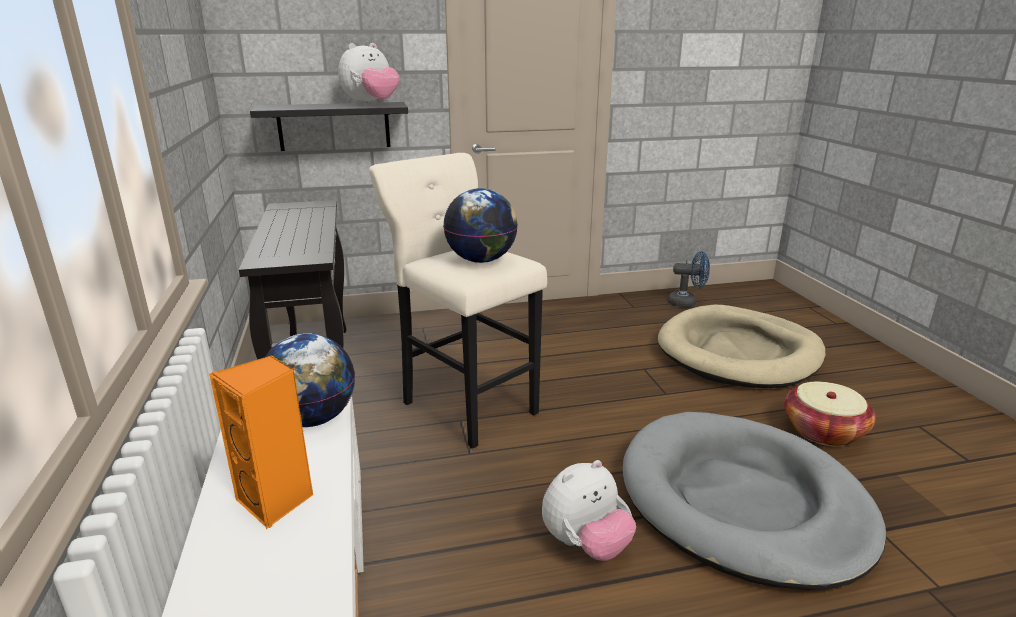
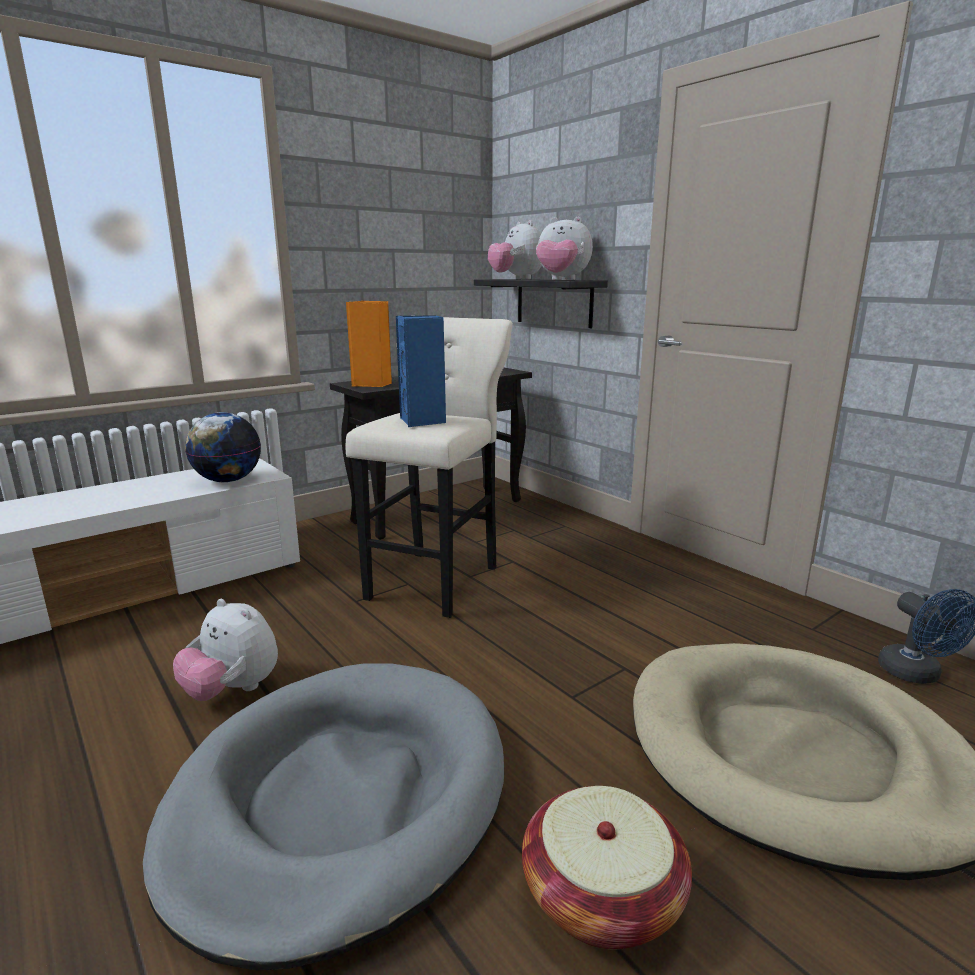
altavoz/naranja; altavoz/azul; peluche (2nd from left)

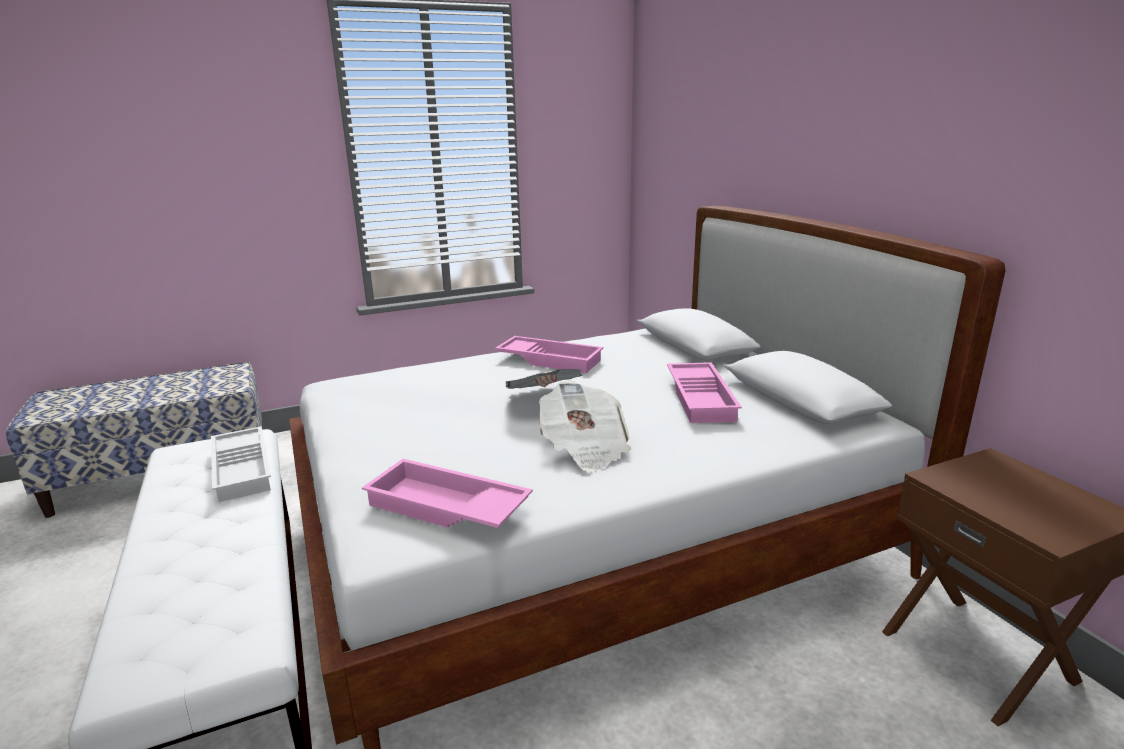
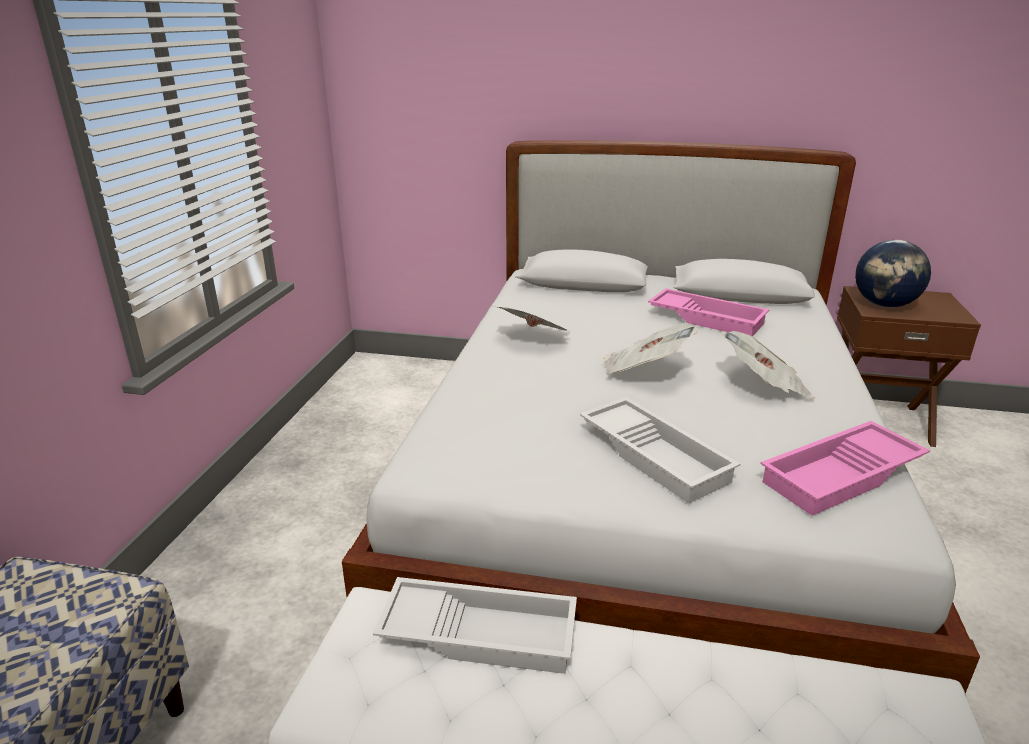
periódico (1st from left); bandeja/blanco (2nd from left); globo terráqueo

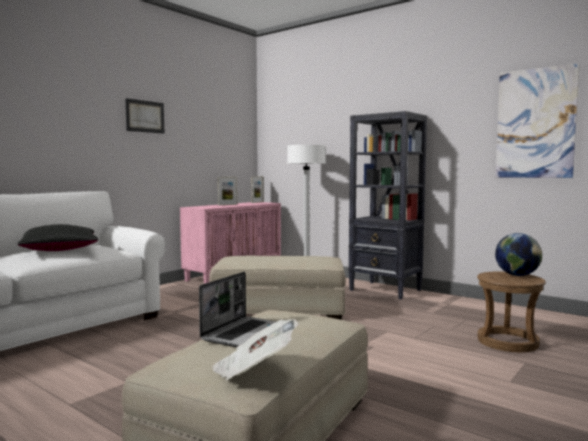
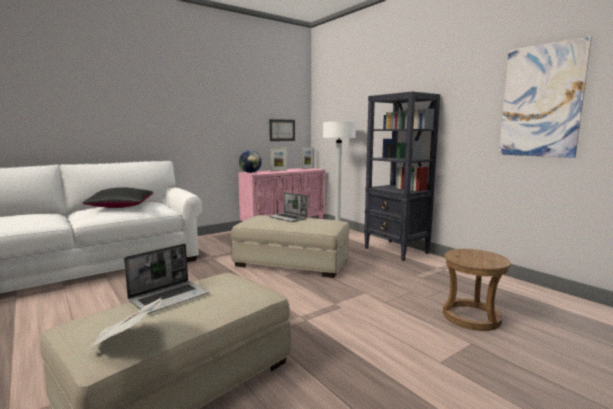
globo terráqueo; cuadro (1st from left); portátil (2nd from left)

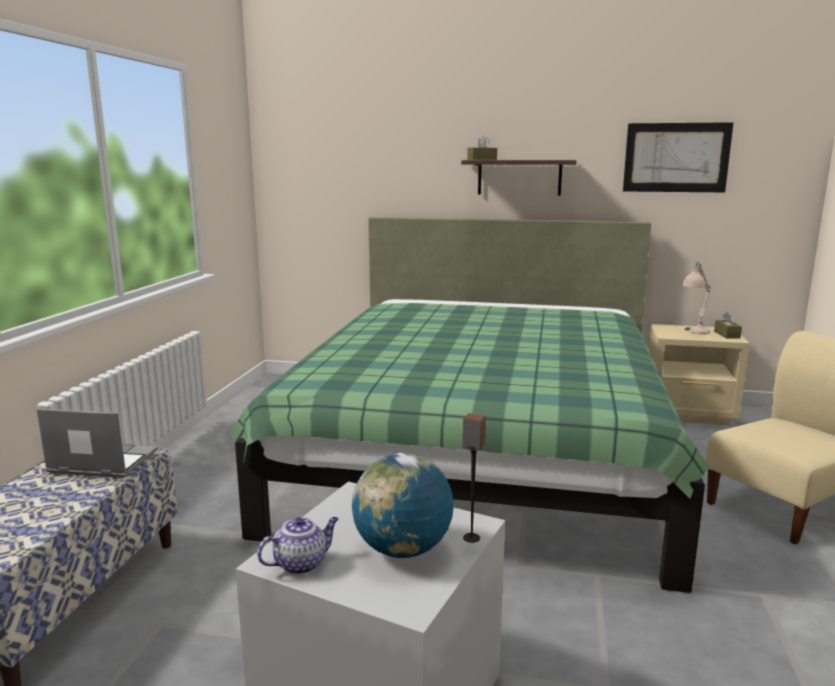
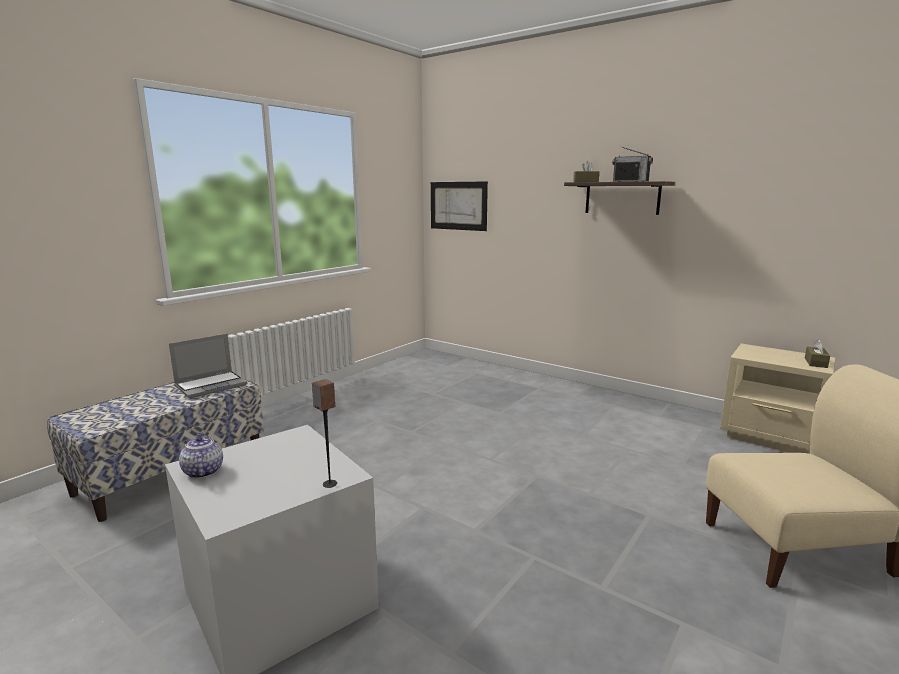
portátil; tetera; cuadro; radio; cama/verde; globo terráqueo; lámpara de mesa/beis

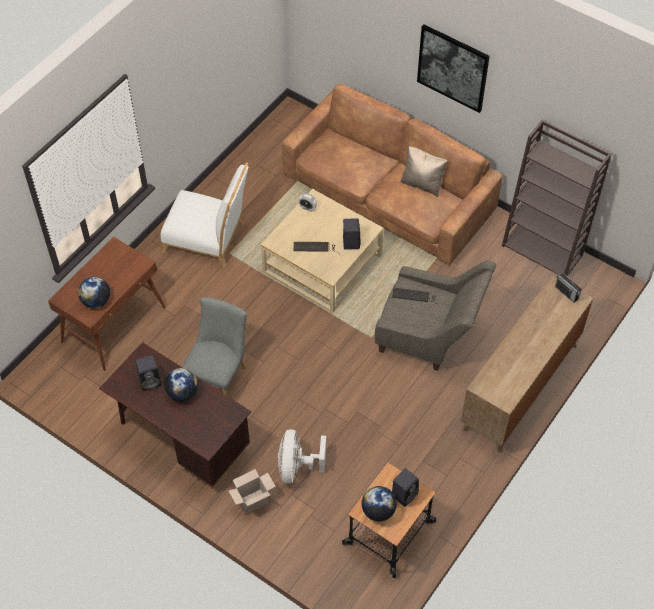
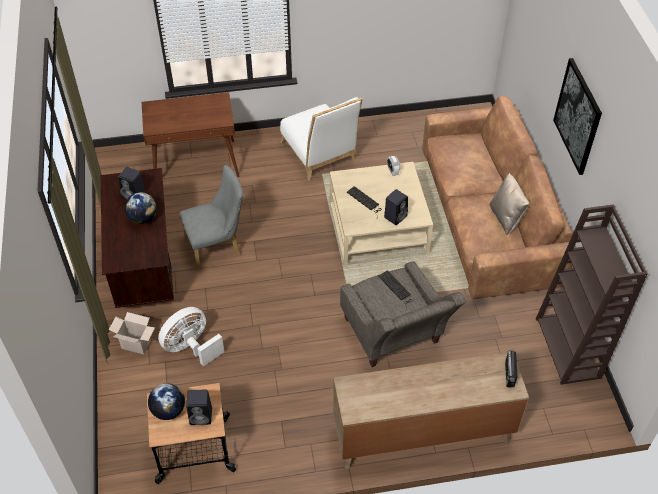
globo terráqueo (1st from left in the first image)

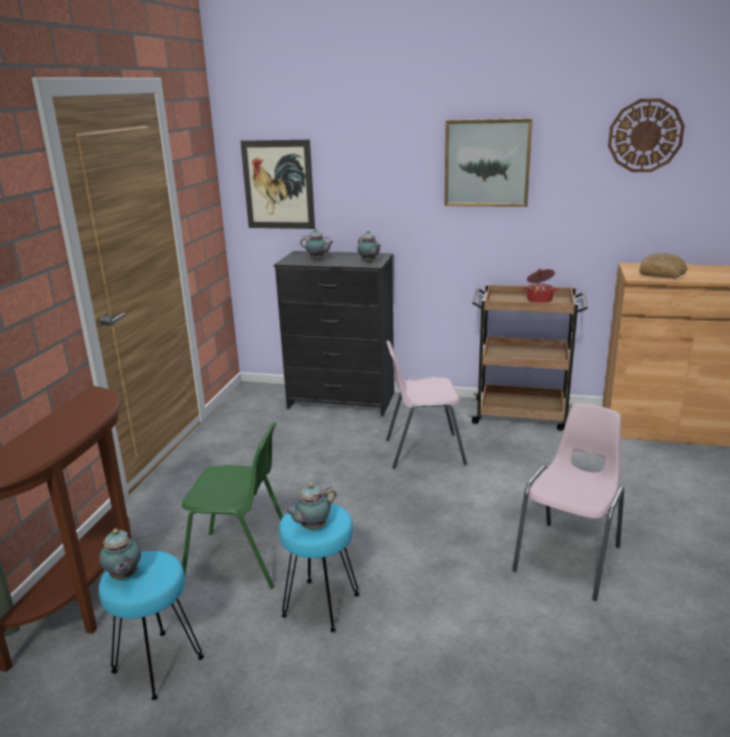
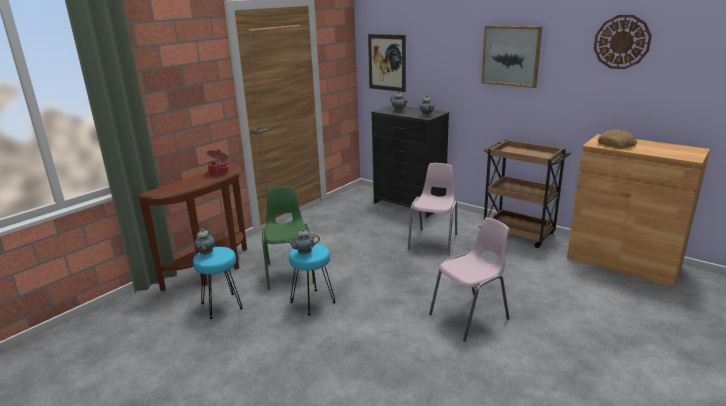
olla; silla/verde; silla/rosa (1st from left)

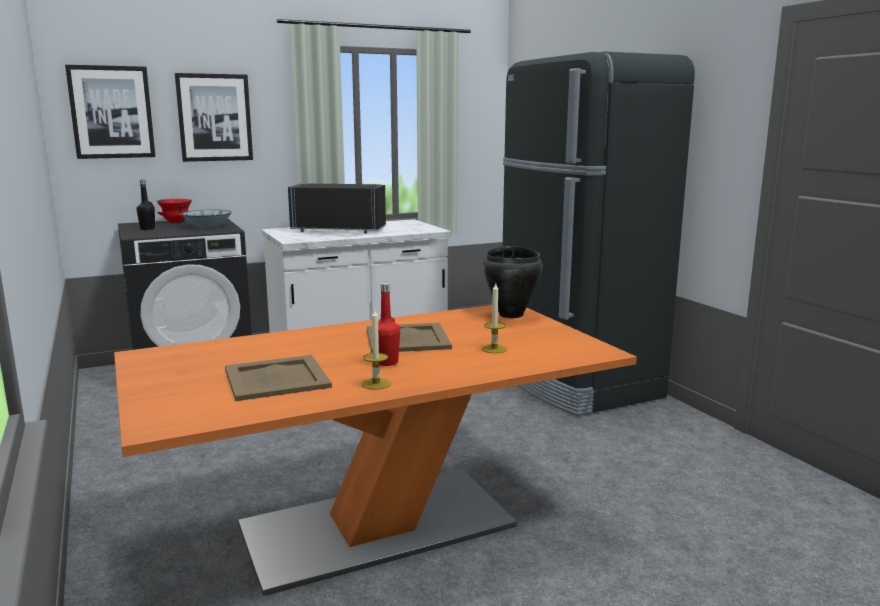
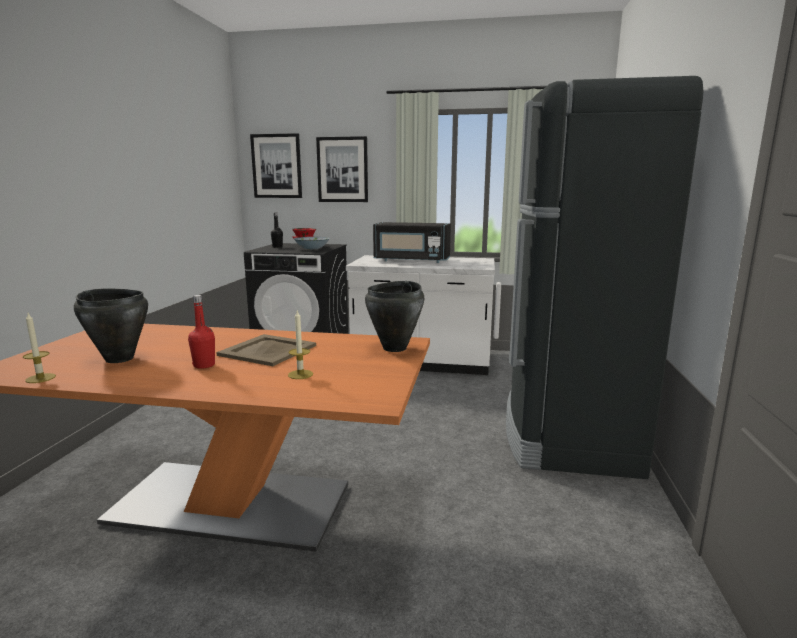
vela (1st from left); olla/negro (1st from left); microondas/negro

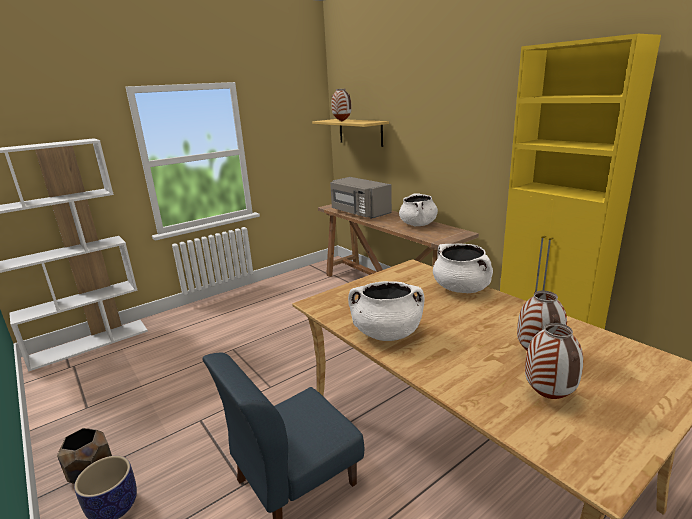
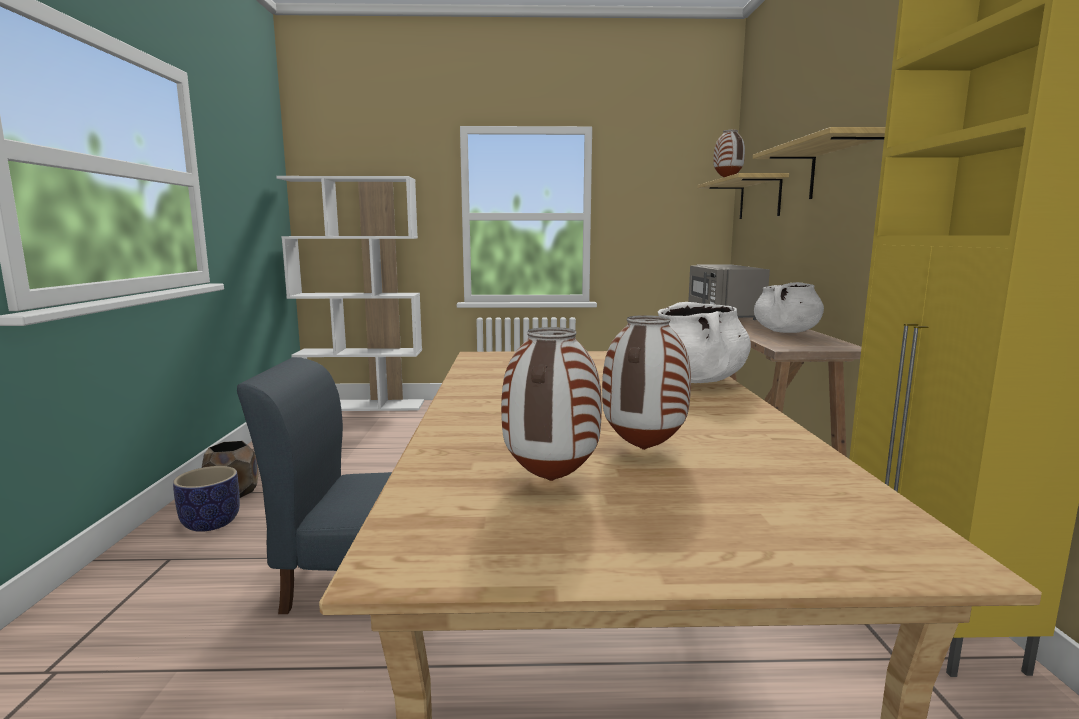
estante (2nd from left); olla/blanco (1st from left in the first image)

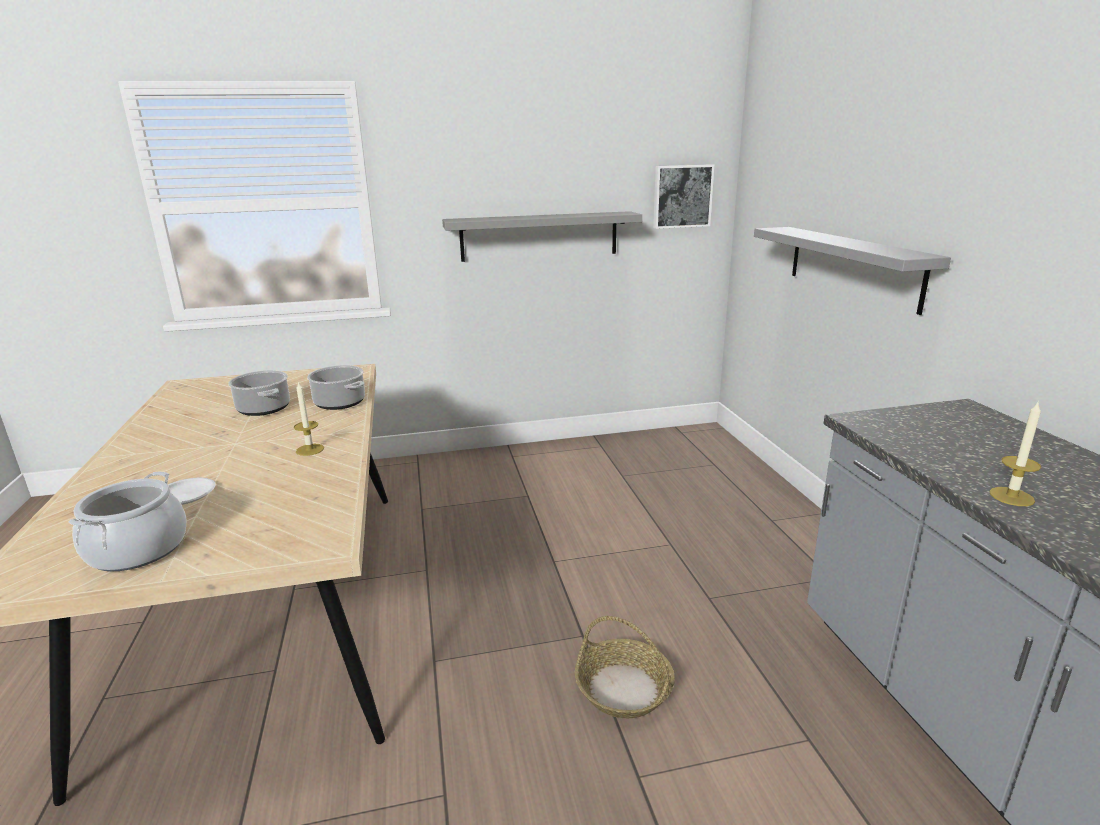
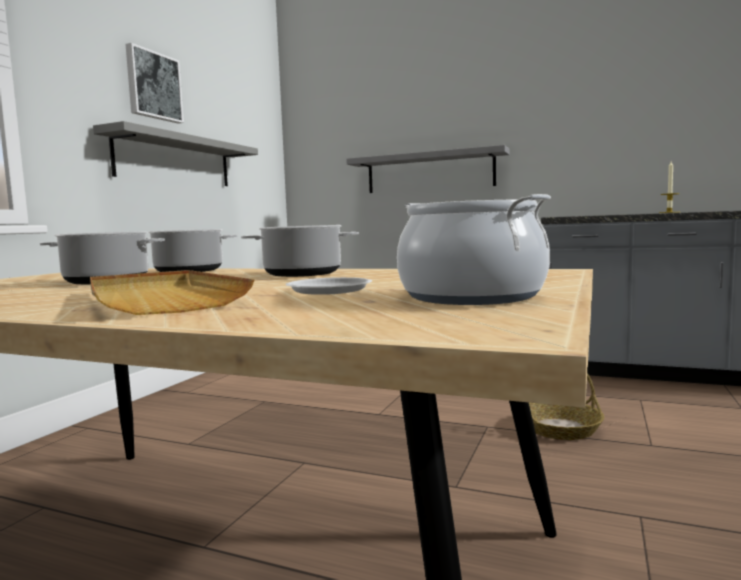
bandeja/beis; cuadro; olla (3rd from left)

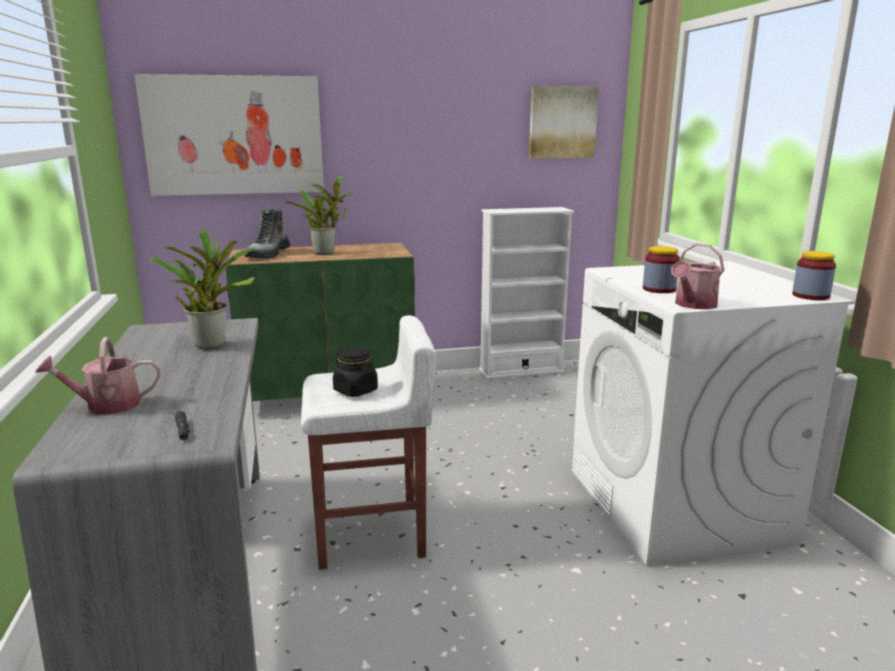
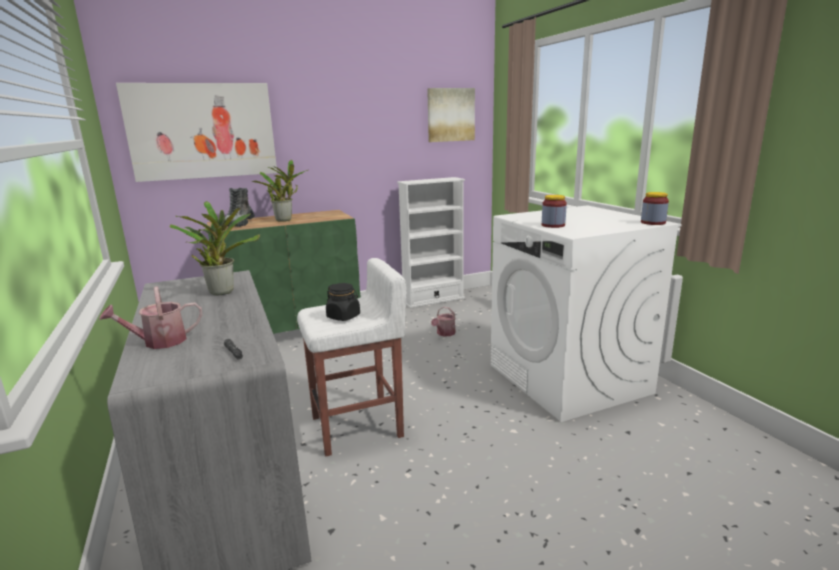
regadera (2nd from left)

